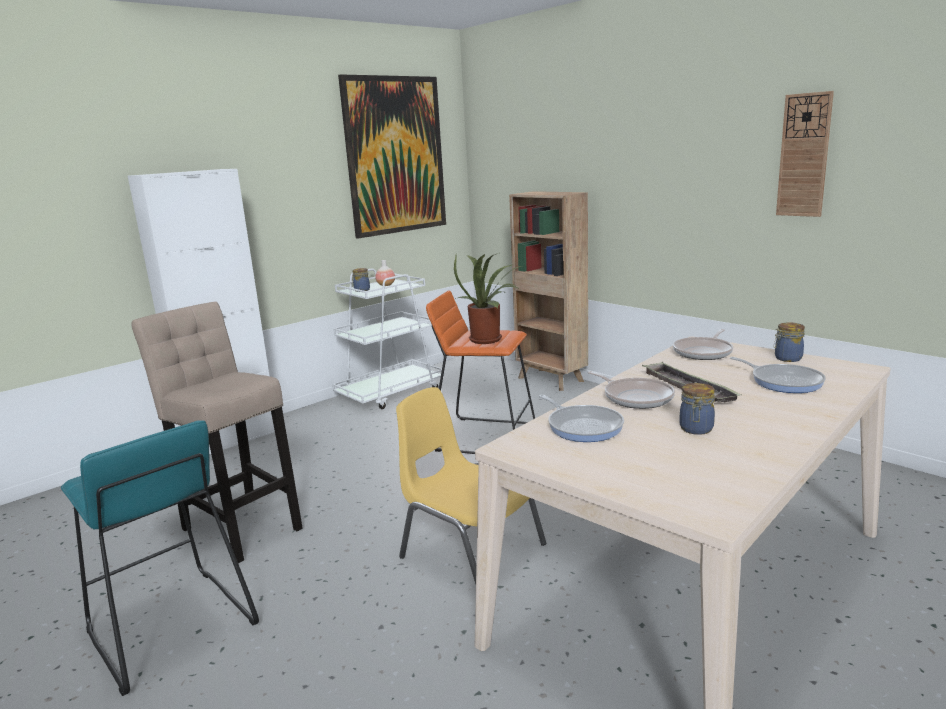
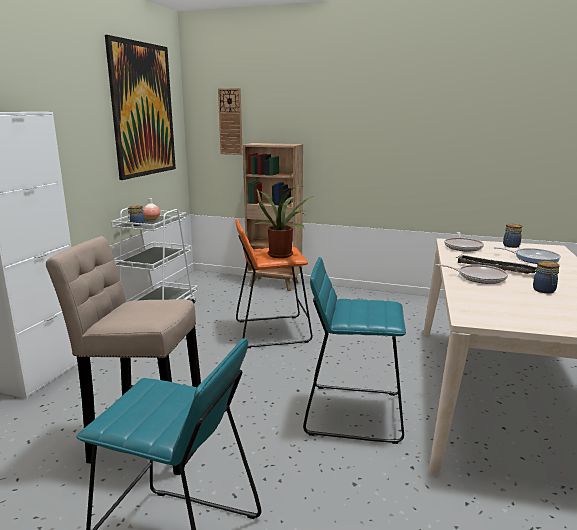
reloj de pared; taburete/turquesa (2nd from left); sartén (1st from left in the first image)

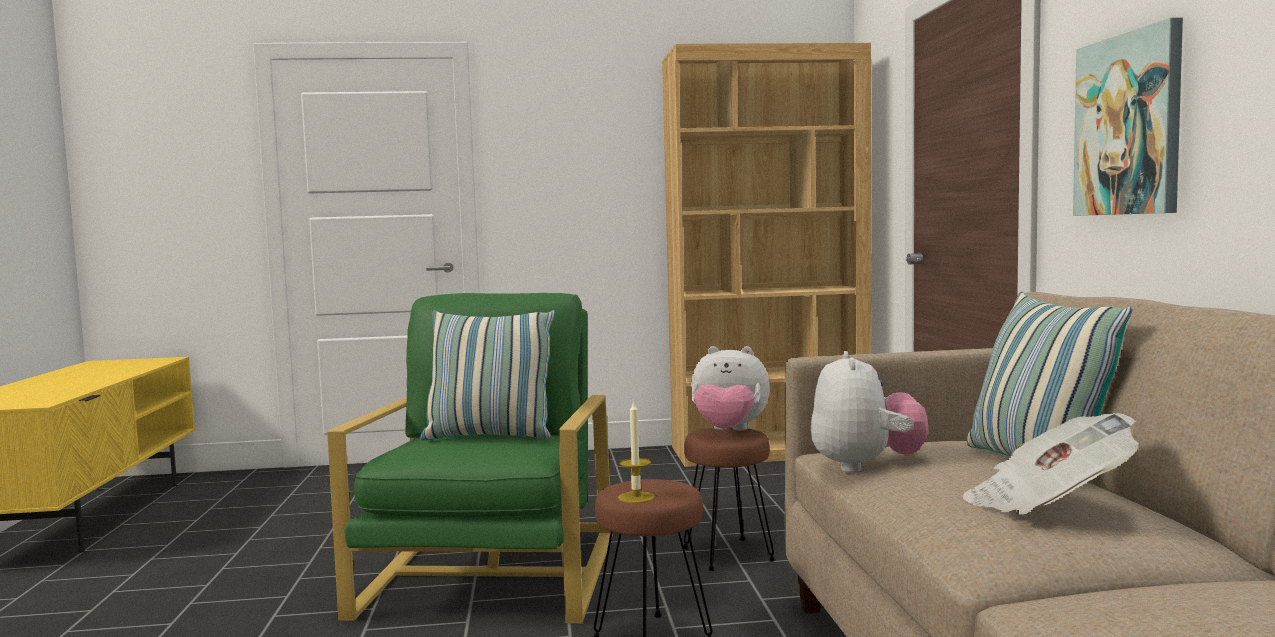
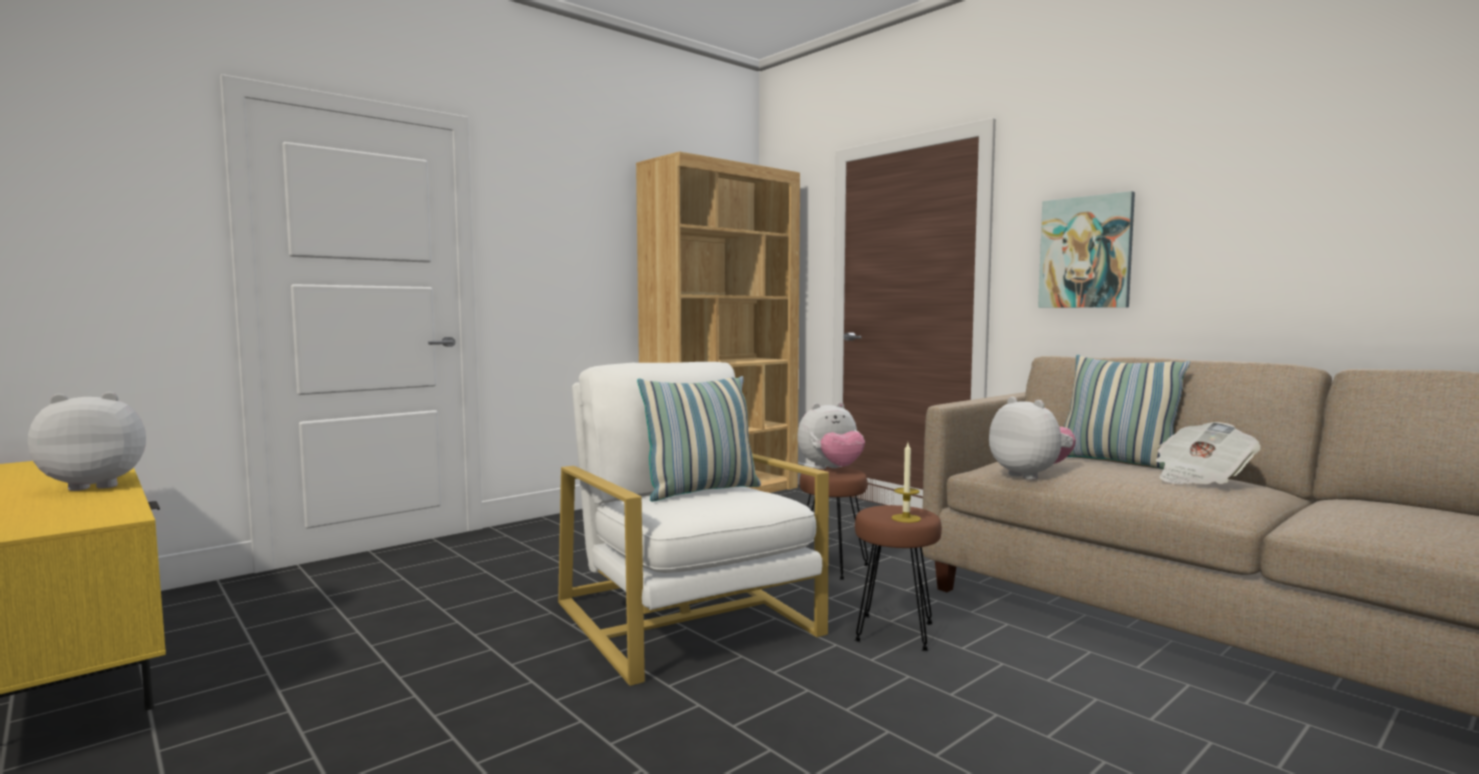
peluche (1st from left); sillón/blanco

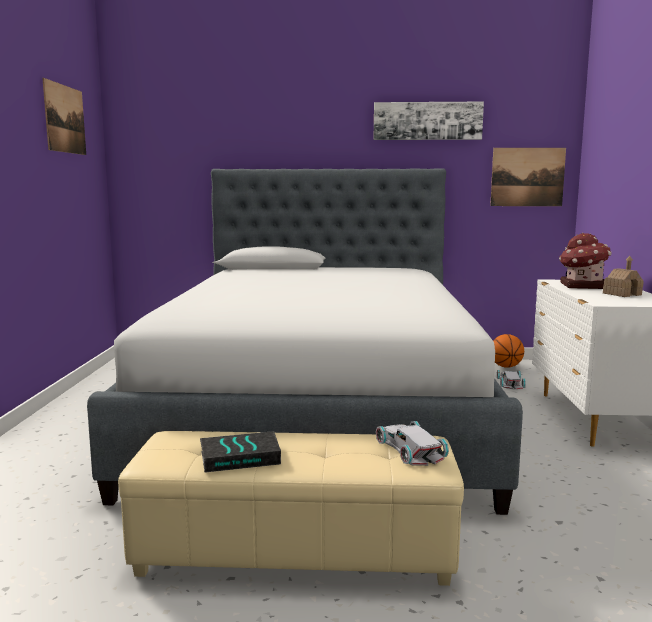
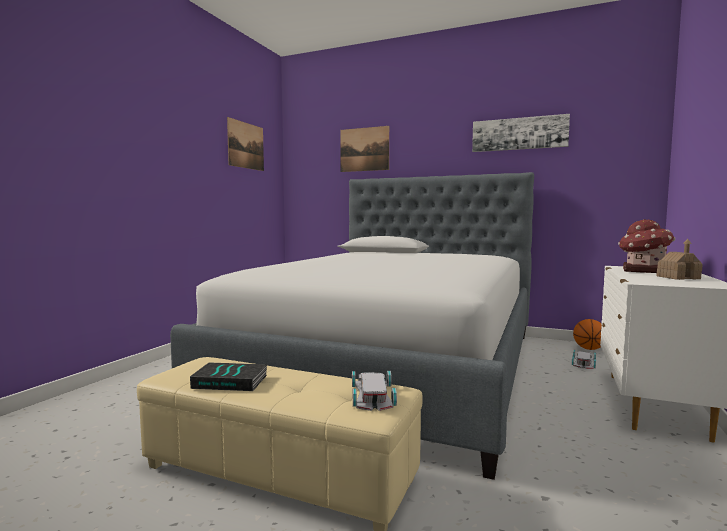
cuadro (2nd from left)

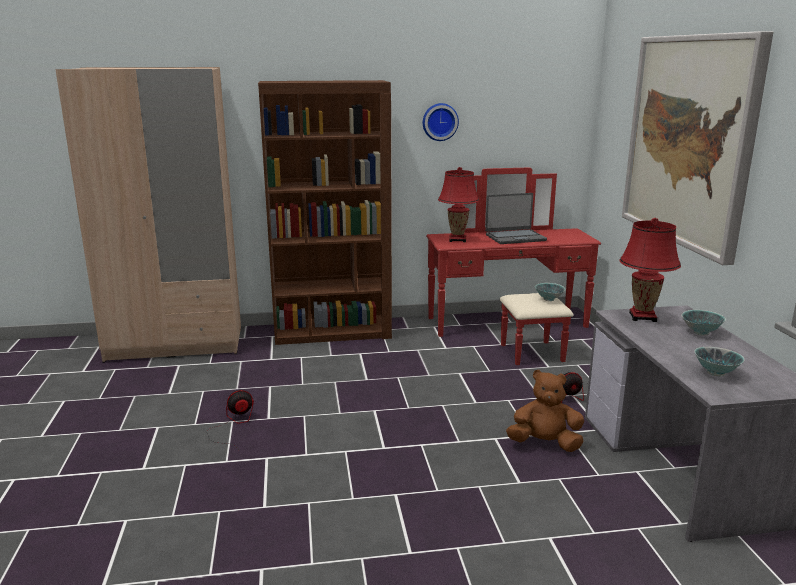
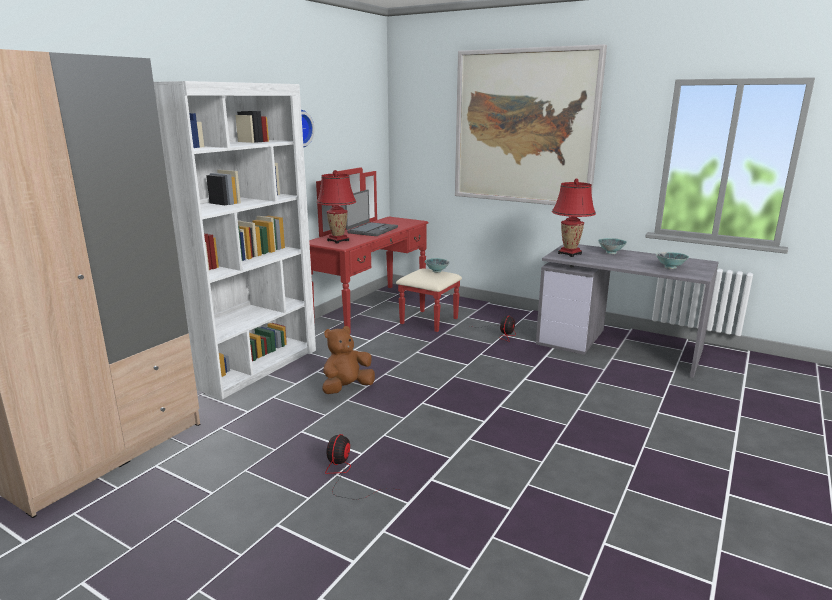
estantería/blanco; peluche/marrón

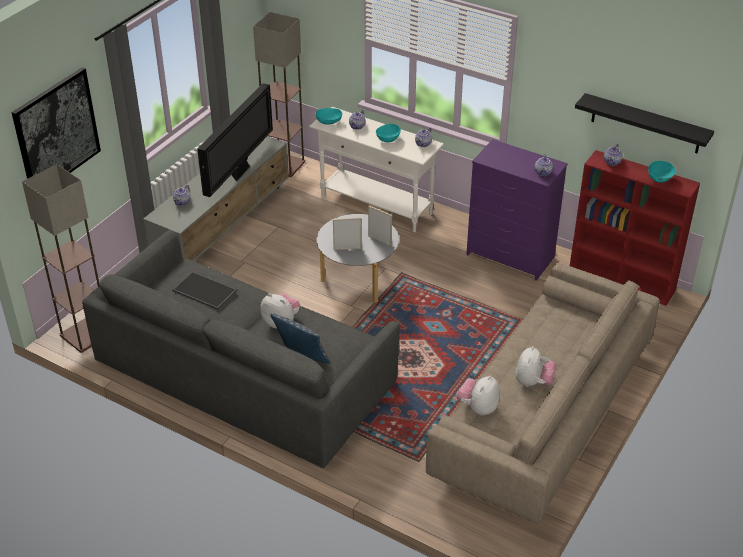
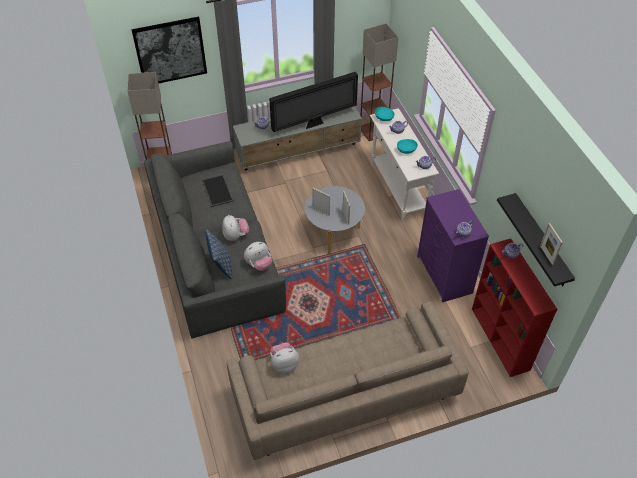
peluche (2nd from left); portarretratos (3rd from left); cuenco/turquesa (3rd from left in the first image)

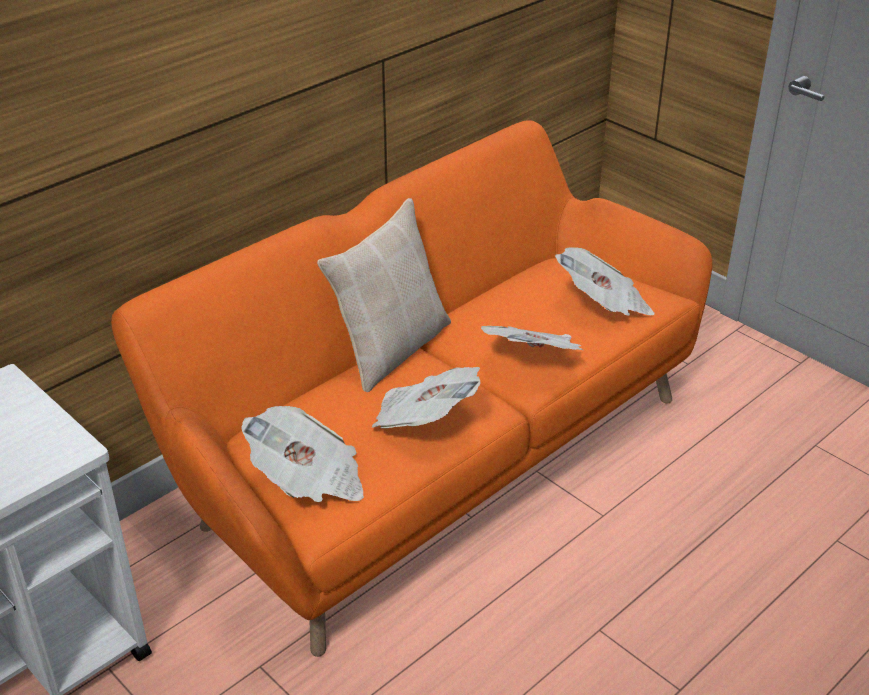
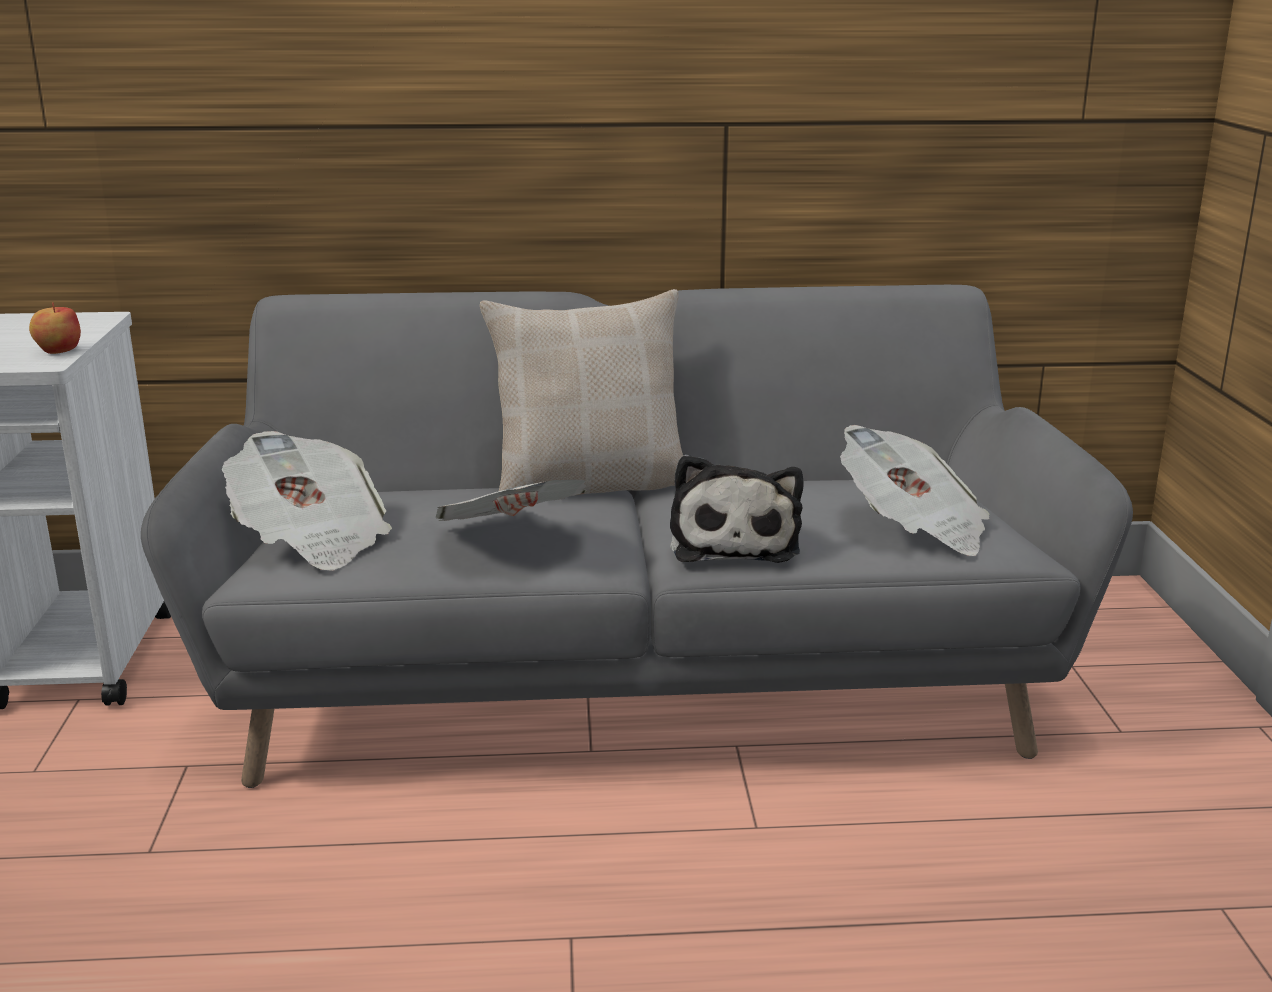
manzana; sofá/gris; peluche

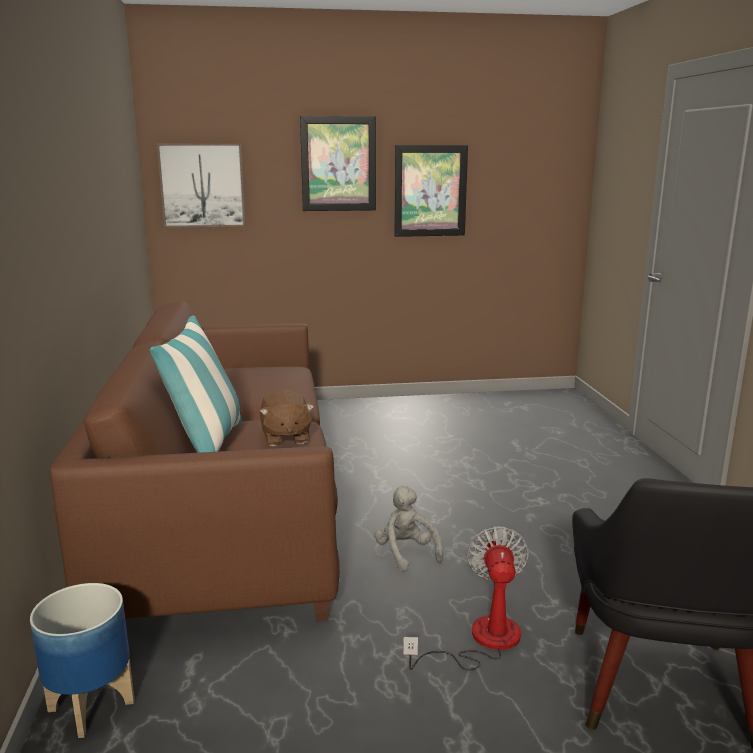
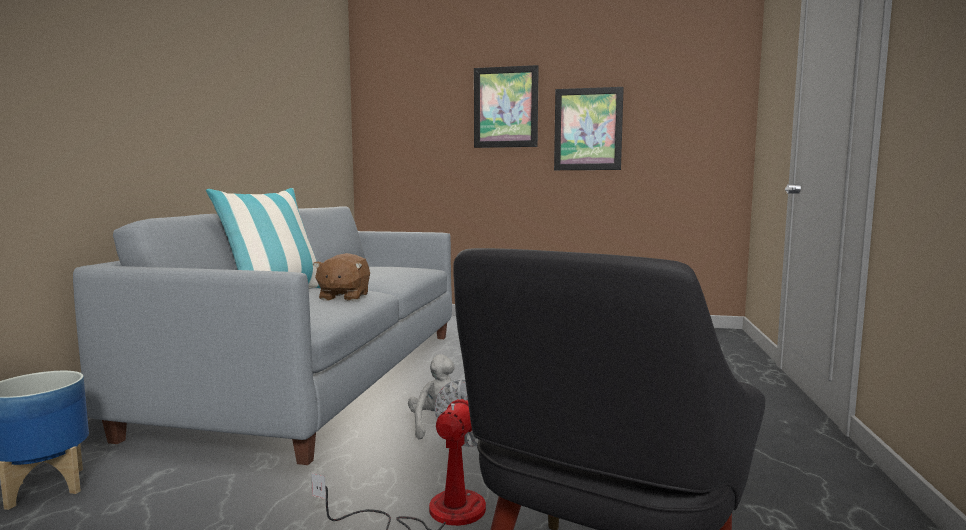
sofá/gris; cuadro (1st from left in the first image)

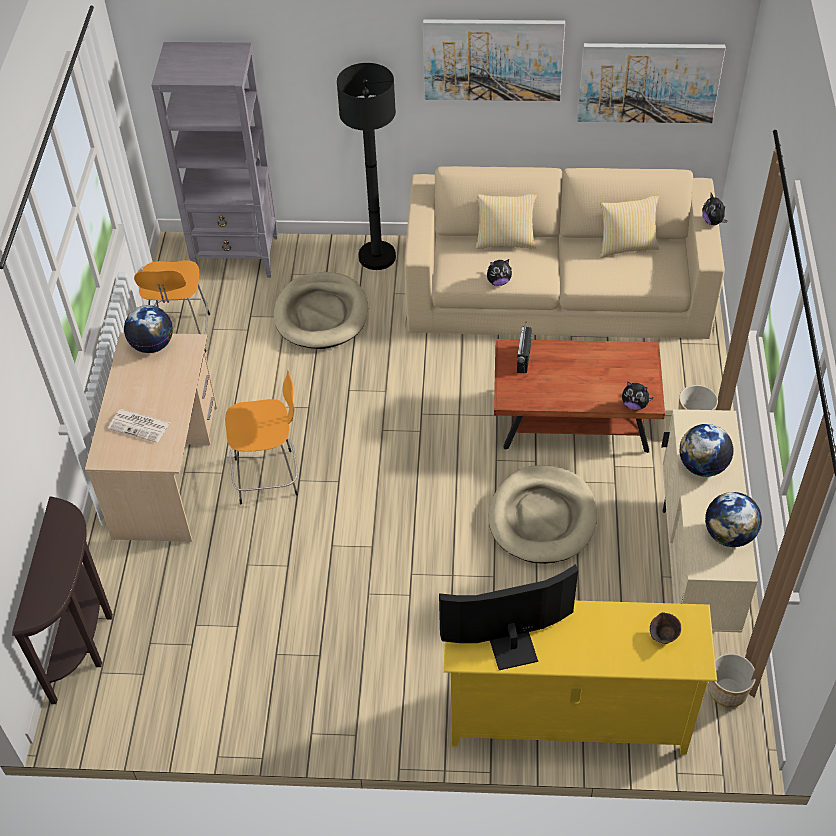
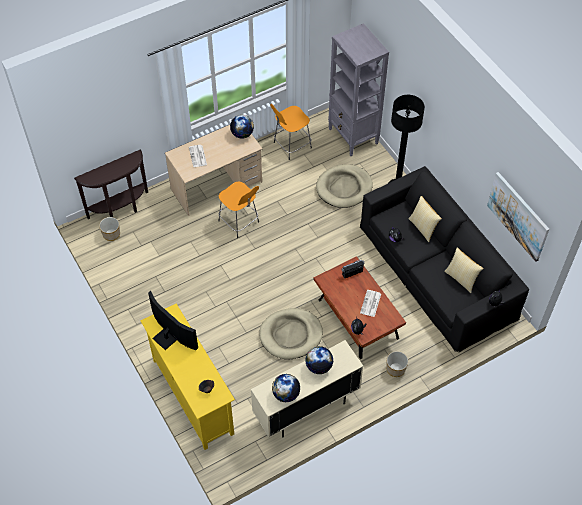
maceta (1st from left); sofá/negro; periódico (2nd from left); cuadro (1st from left in the first image)

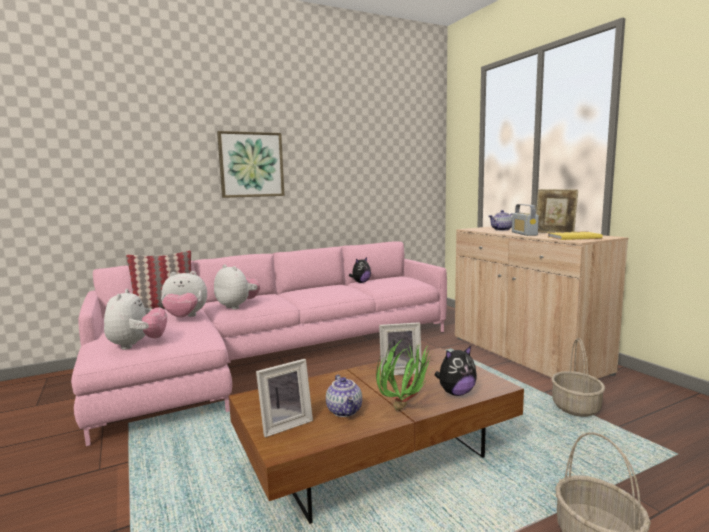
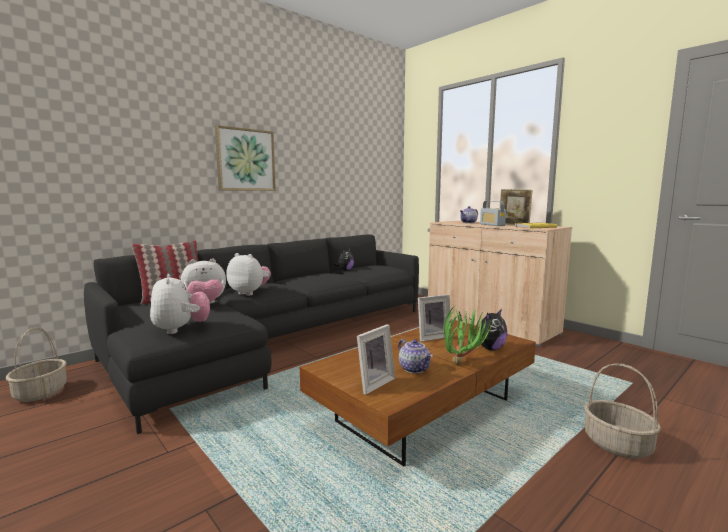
cesta (1st from left); sofá/negro

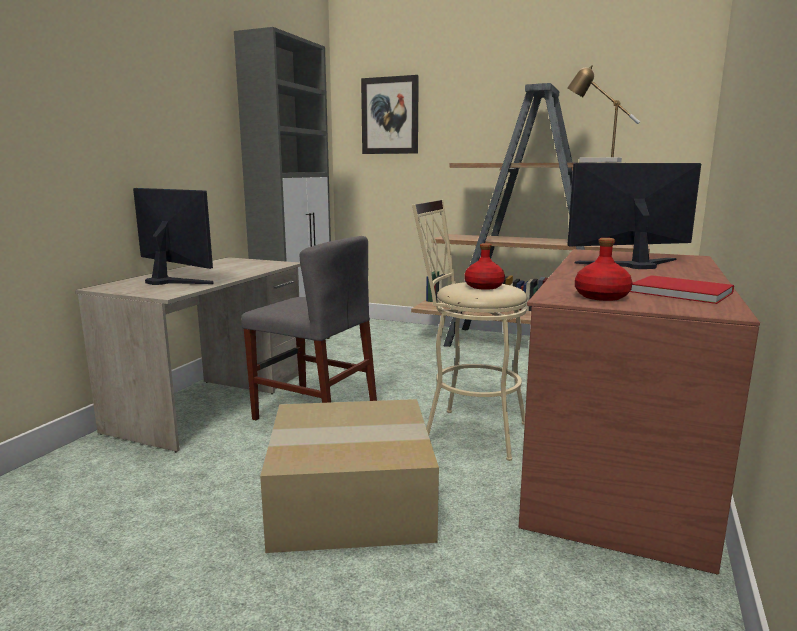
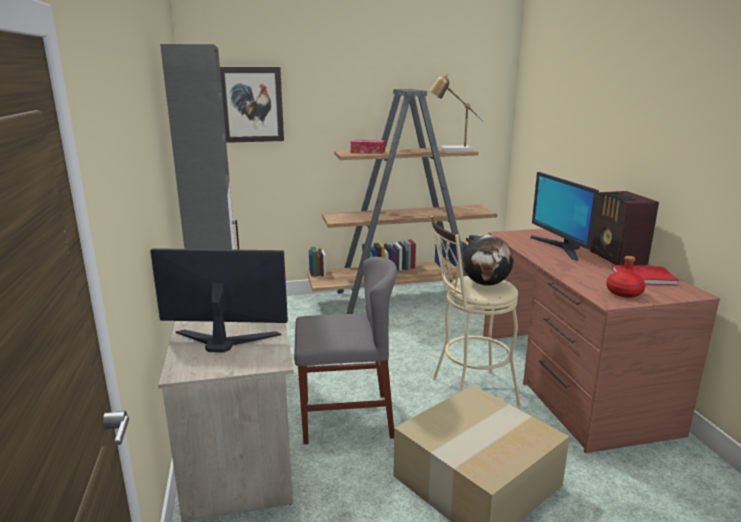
caja de pañuelos; globo terráqueo; monitor (2nd from left); radio

